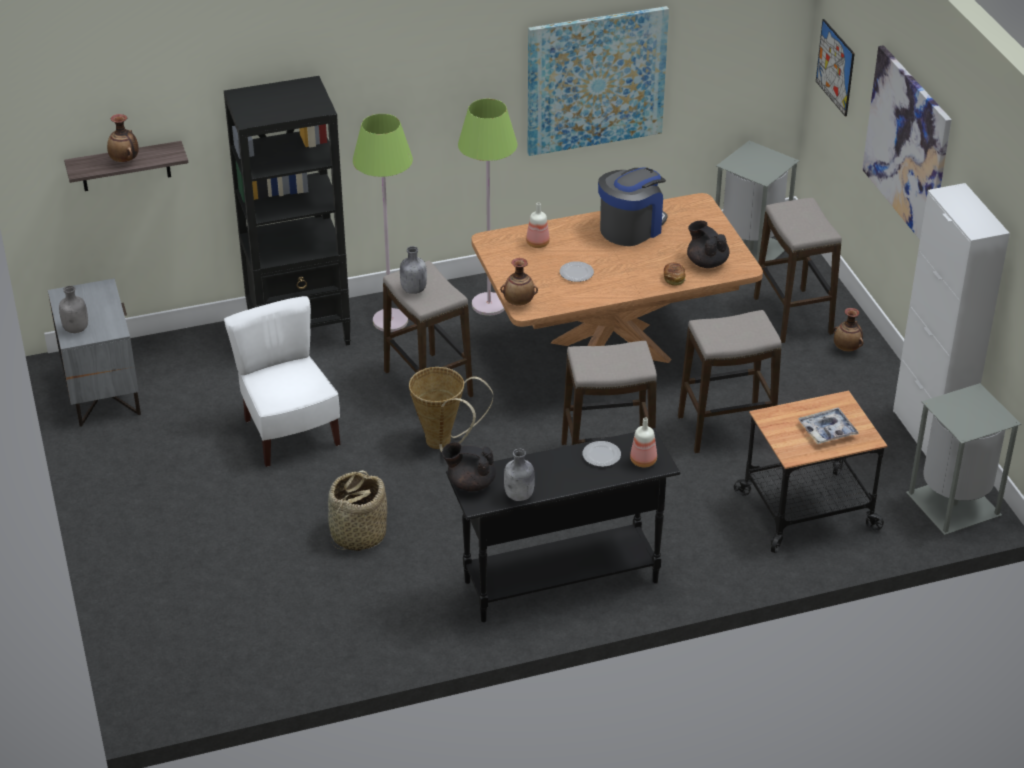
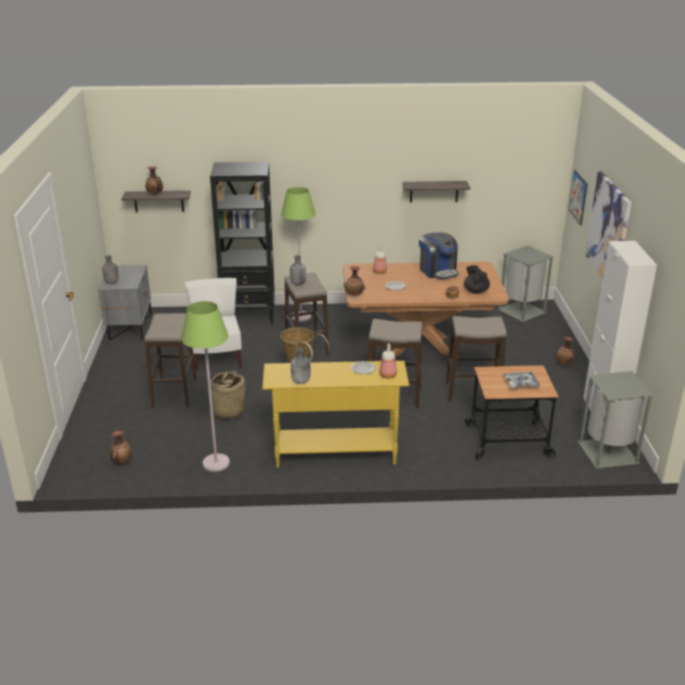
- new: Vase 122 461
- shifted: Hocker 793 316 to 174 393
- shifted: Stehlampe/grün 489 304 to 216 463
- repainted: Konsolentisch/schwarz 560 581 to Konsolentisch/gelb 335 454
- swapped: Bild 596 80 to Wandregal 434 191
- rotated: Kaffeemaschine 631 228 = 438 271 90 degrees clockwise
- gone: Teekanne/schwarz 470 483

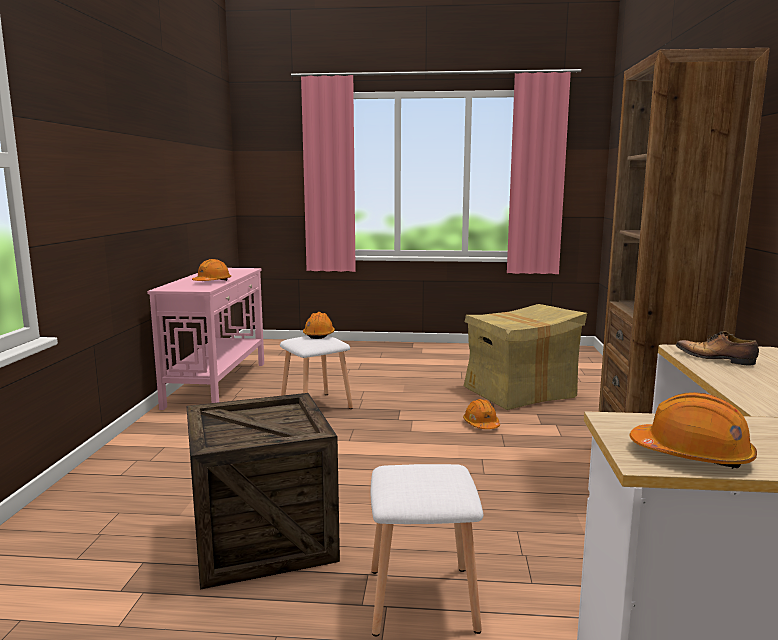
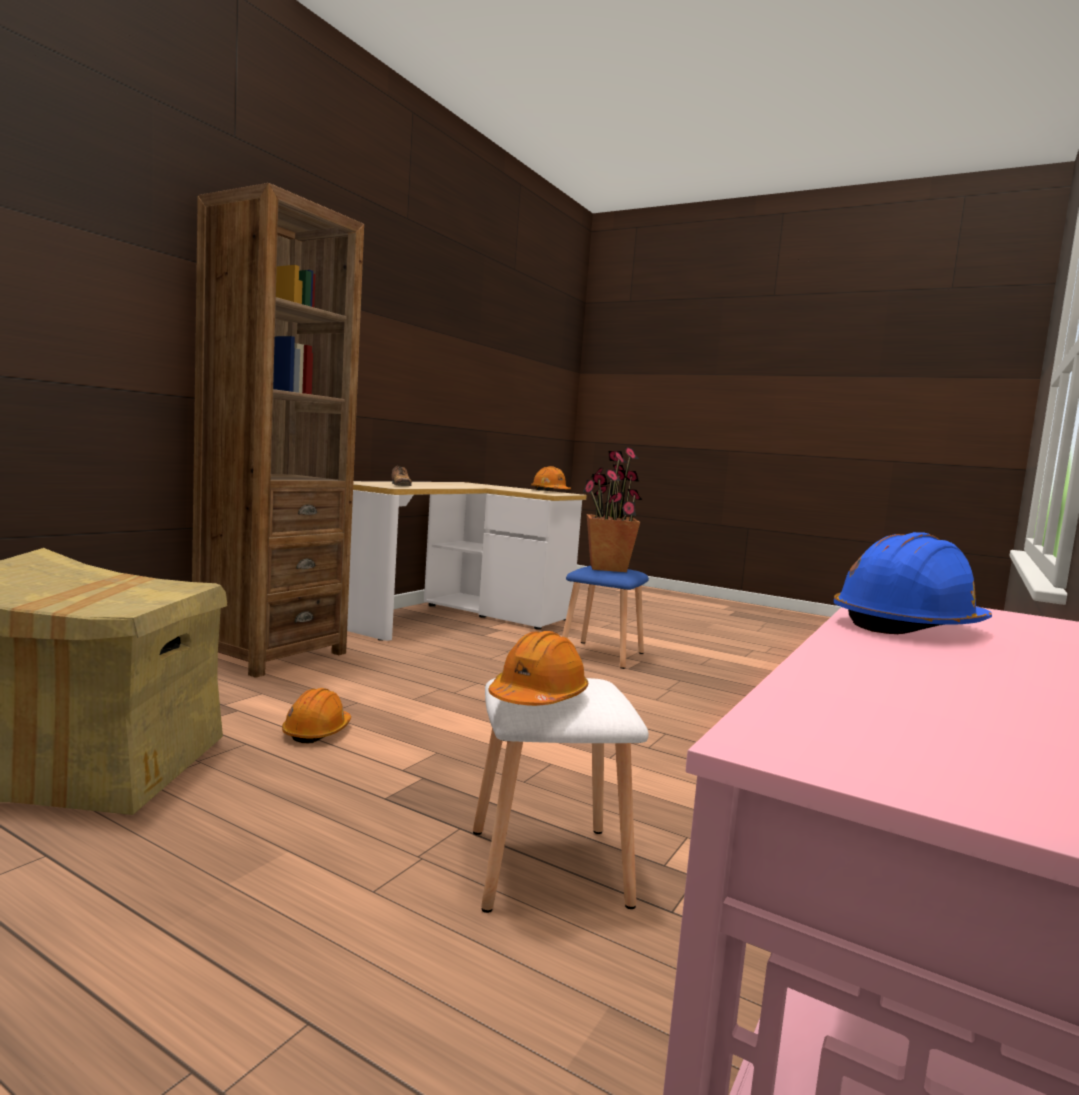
- repainted: Hocker/weiß 421 598 to Hocker/blau 602 655
- new: Topfpflanze 607 568
- repainted: Schutzhelm/orange 212 282 to Schutzhelm/blau 908 627
- gone: Kiste 262 538

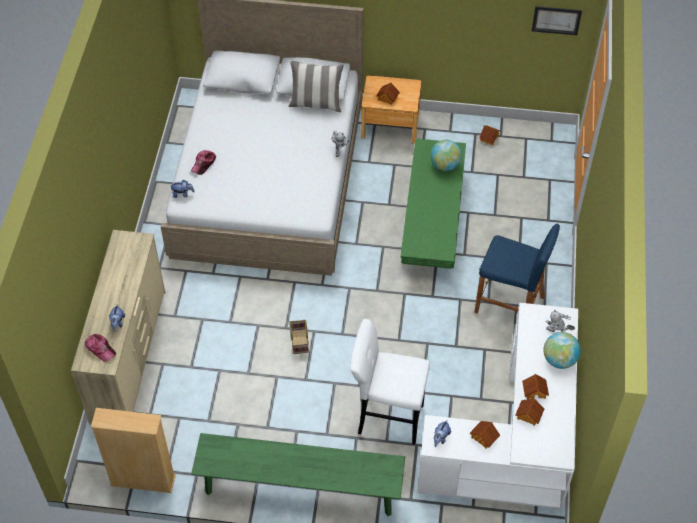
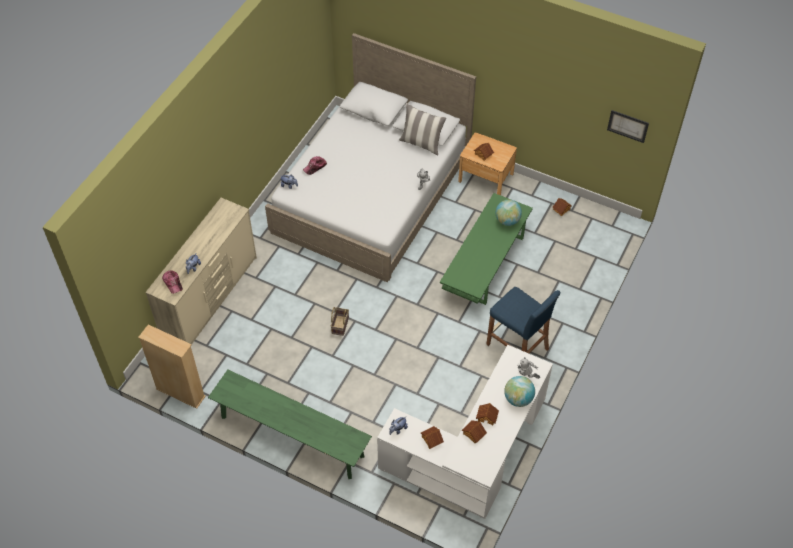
- gone: Hocker/weiß 387 418

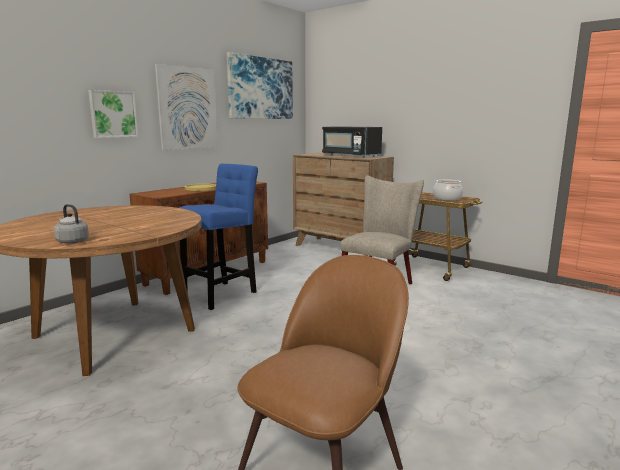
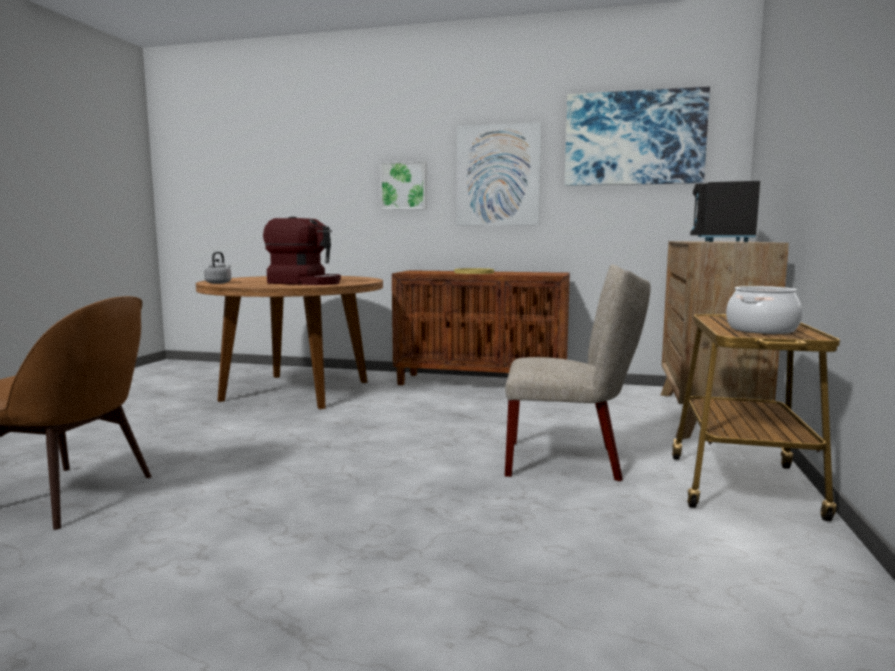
- new: Kaffeemaschine 305 283
- gone: Hocker/blau 223 294

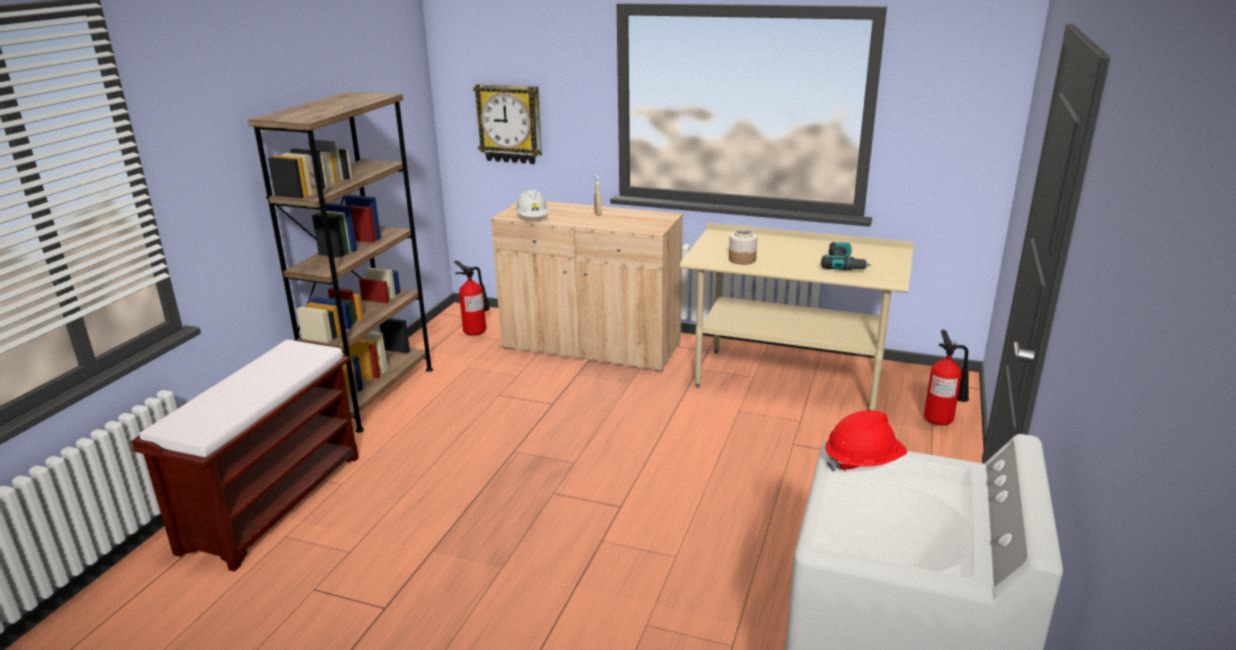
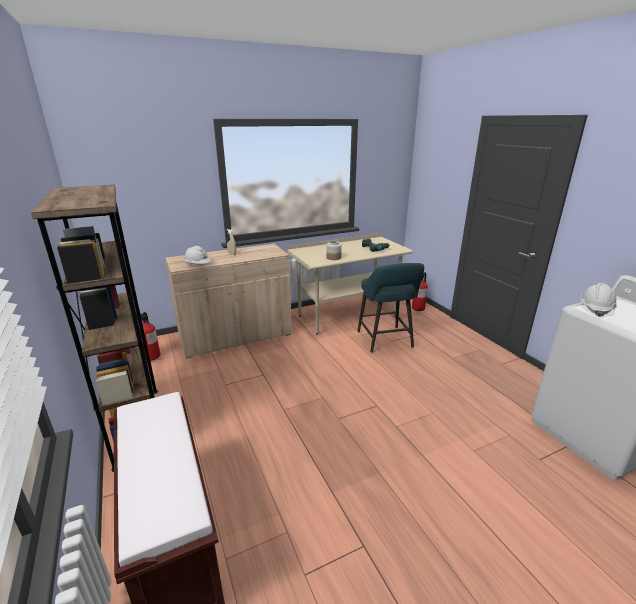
- new: Hocker/türkis 385 341
- repainted: Schutzhelm/rot 863 462 to Schutzhelm/weiß 594 309
- gone: Wanduhr 510 123

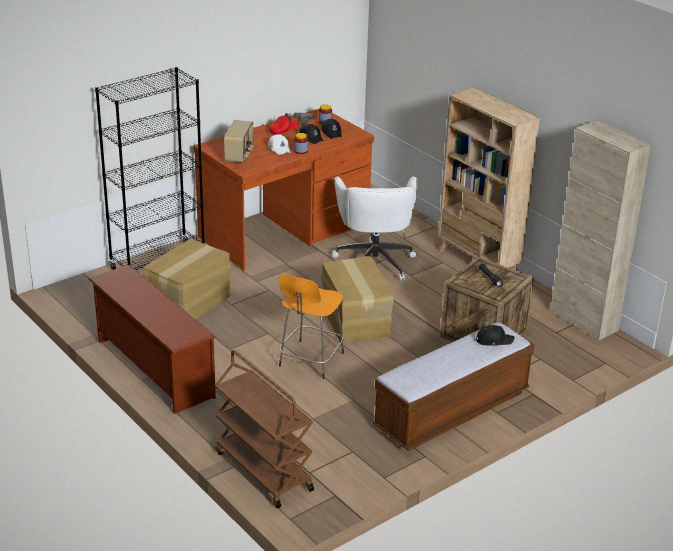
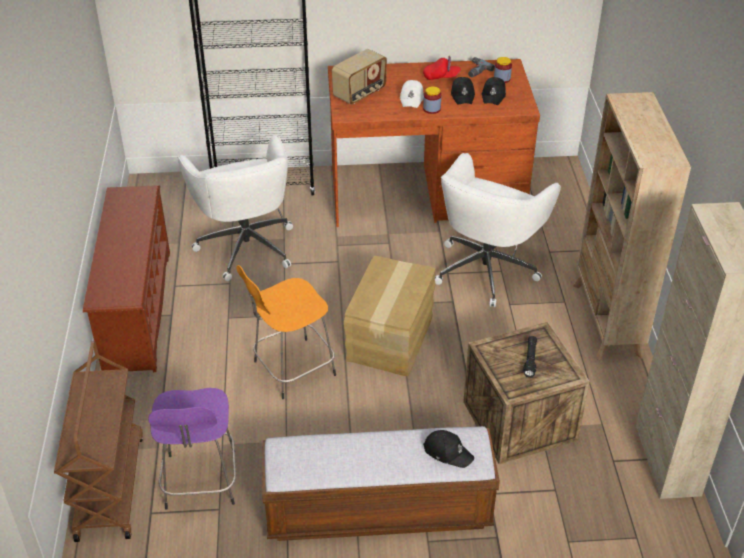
- new: Hocker/lila 200 482
- swapped: Karton 189 303 to Bürostuhl/weiß 246 245

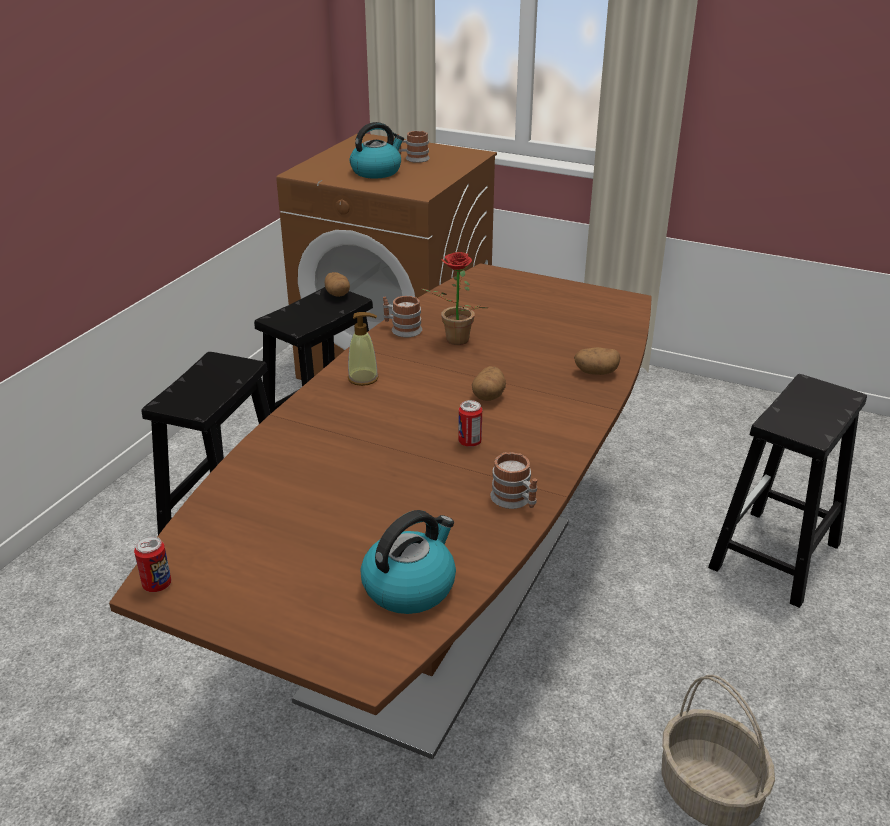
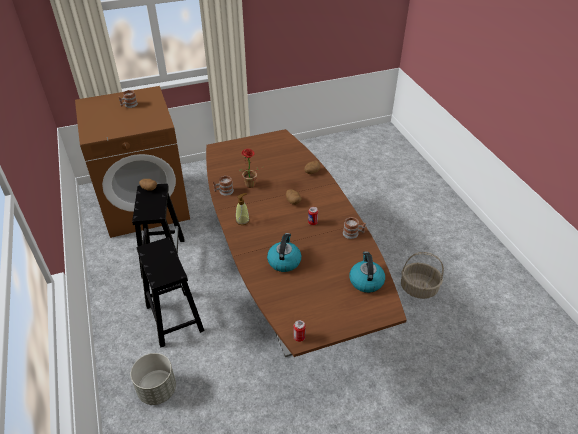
- new: Pflanzkübel/grau 157 390
- shifted: Wasserkessel 376 171 to 284 261
- gone: Hocker/schwarz 774 557

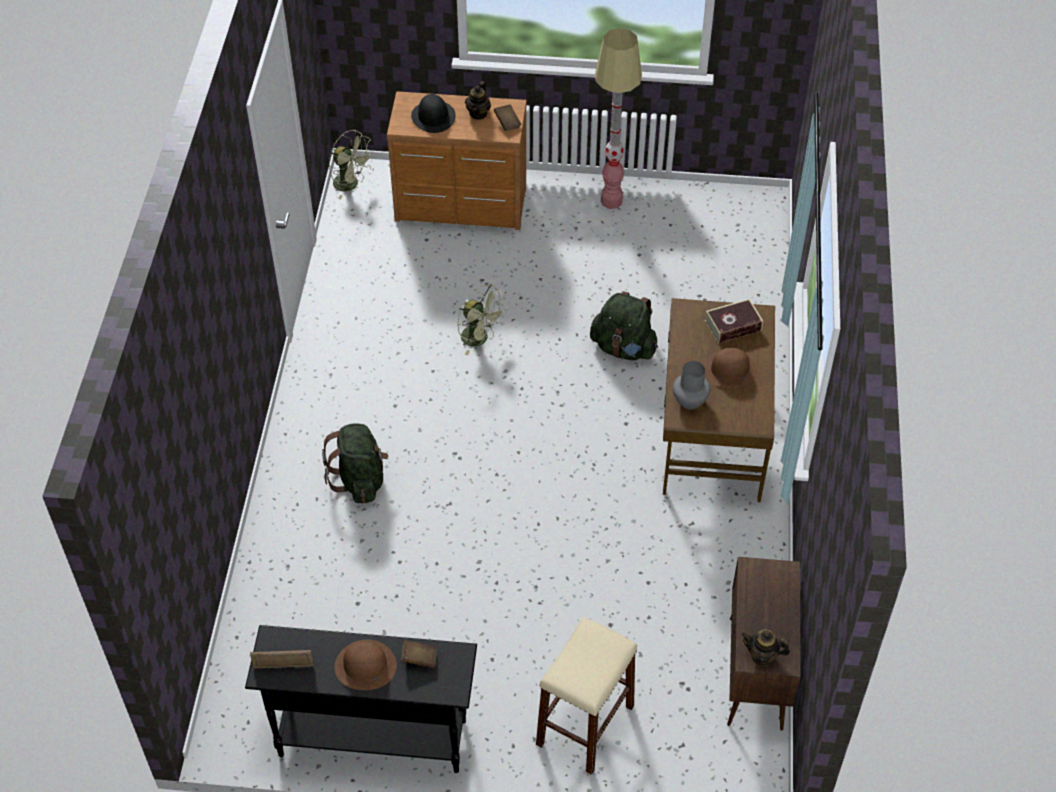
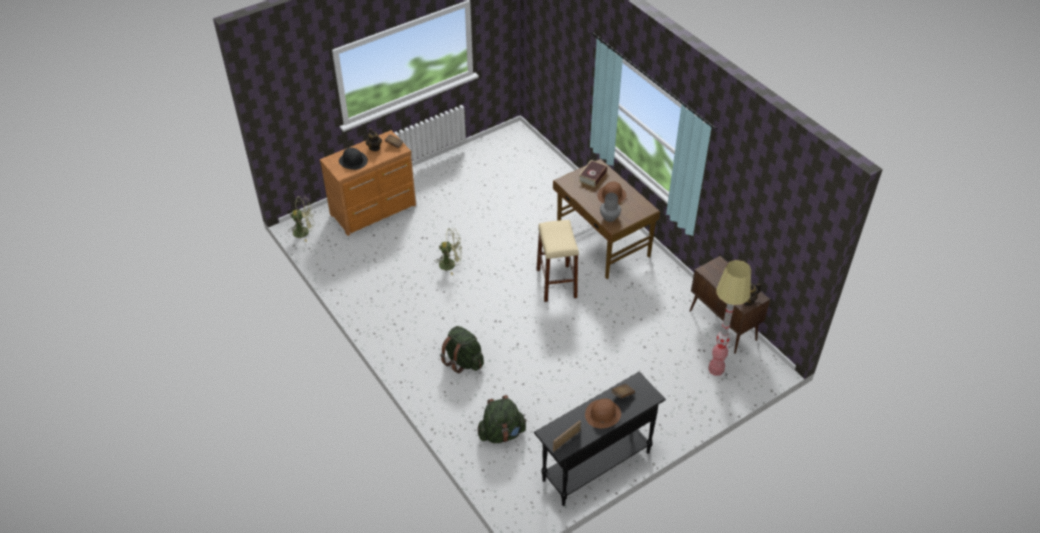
- shifted: Rucksack/grün 624 348 to 501 433
- shifted: Hocker/beige 585 725 to 556 283
- shifted: Stehlampe 611 201 to 716 369

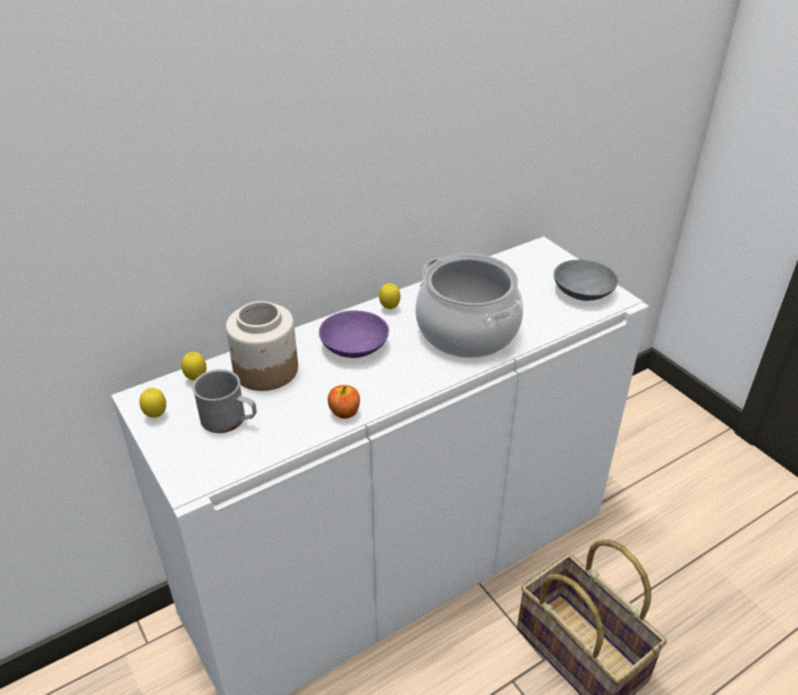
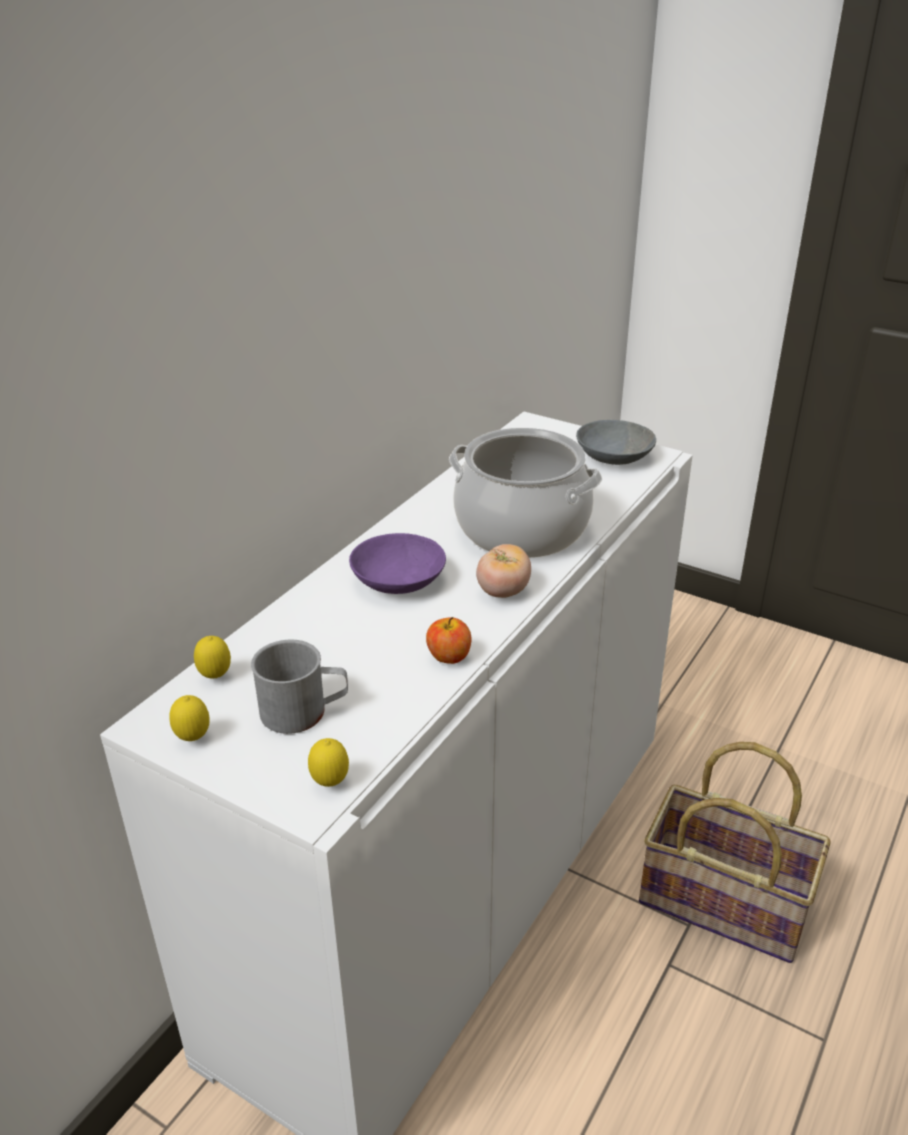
- shifted: Zitrone 389 308 to 330 783
- new: Tomate 503 591
- gone: Vorratsglas 265 370

